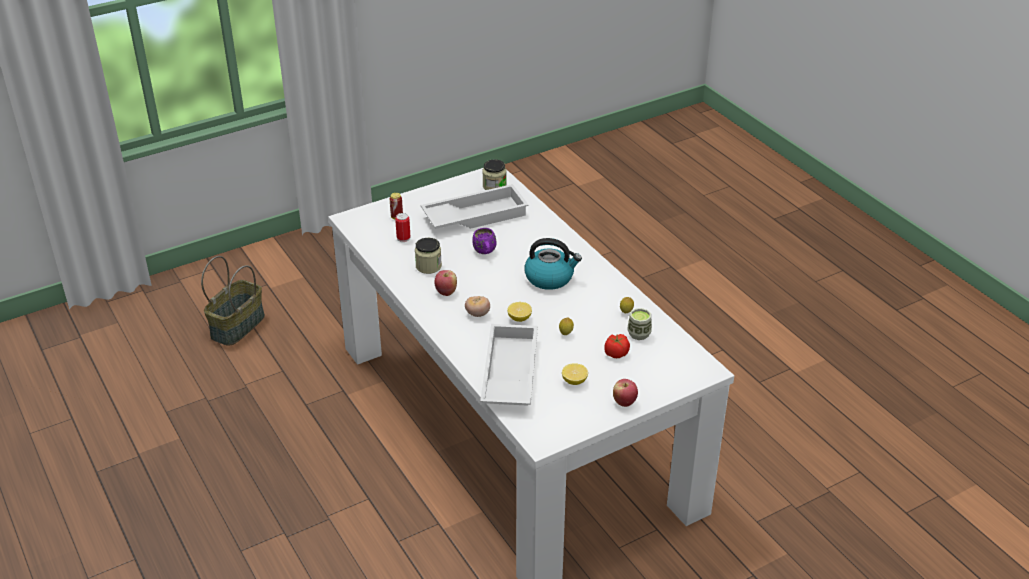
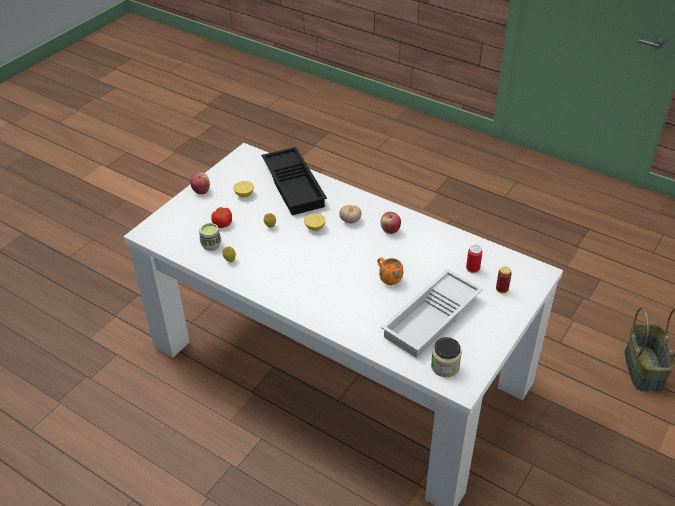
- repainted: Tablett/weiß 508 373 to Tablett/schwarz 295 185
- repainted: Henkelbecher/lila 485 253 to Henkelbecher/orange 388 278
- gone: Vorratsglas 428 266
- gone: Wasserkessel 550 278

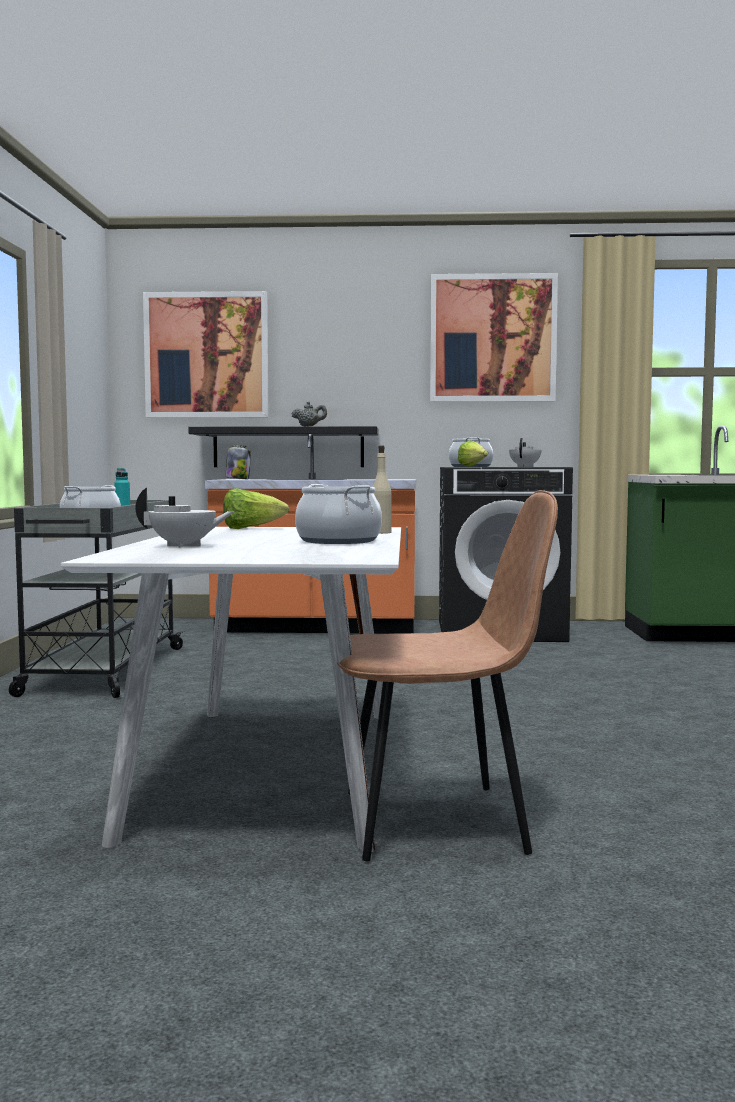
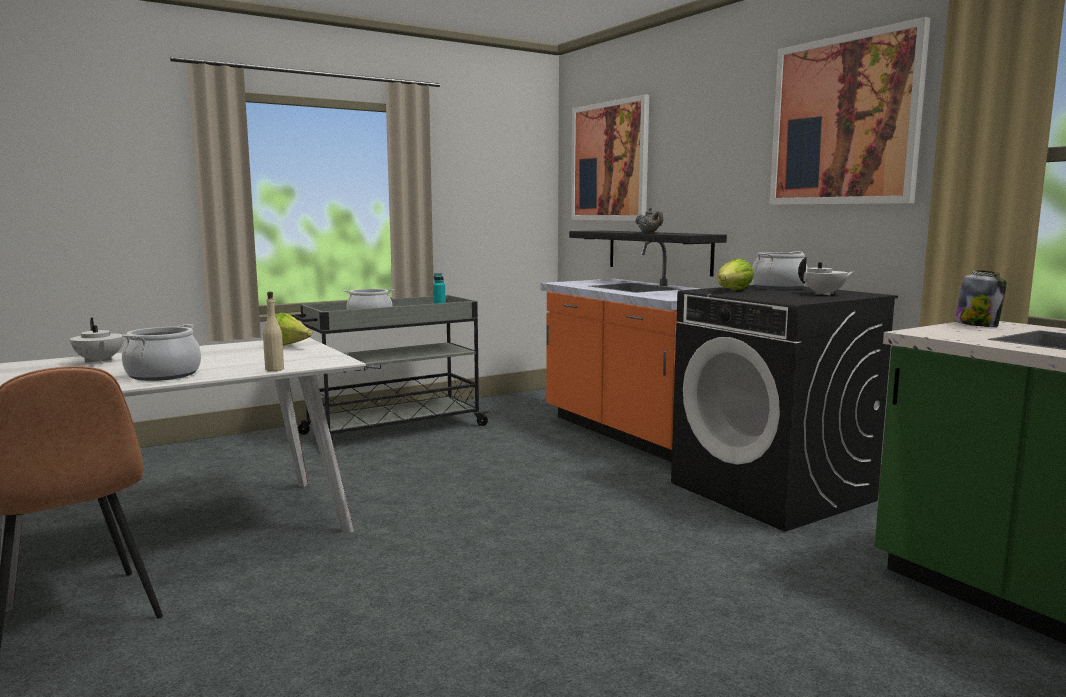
- shifted: Vorratsglas 237 479 to 977 325

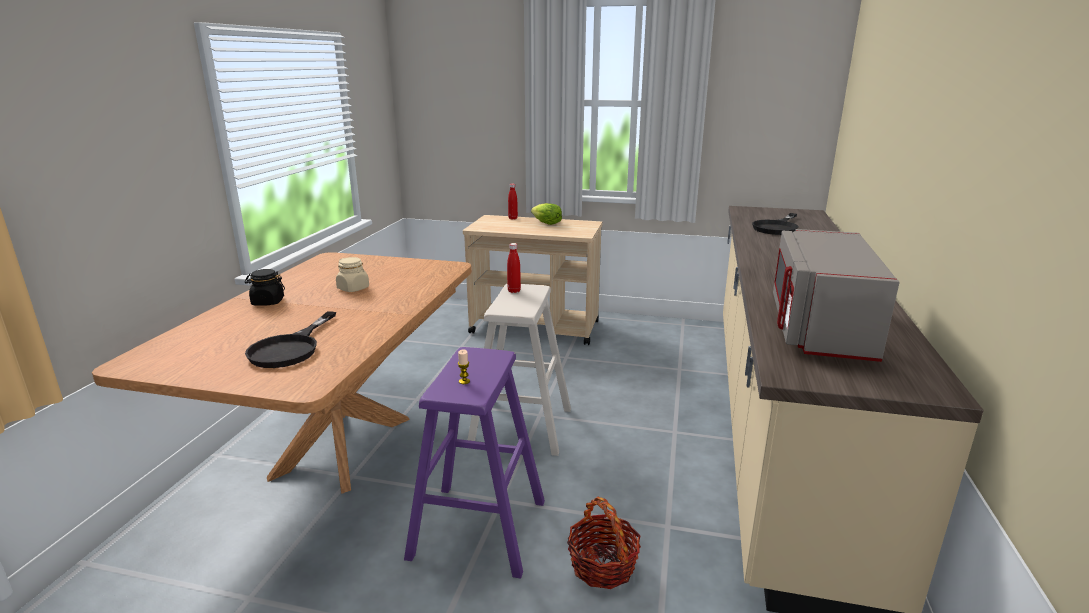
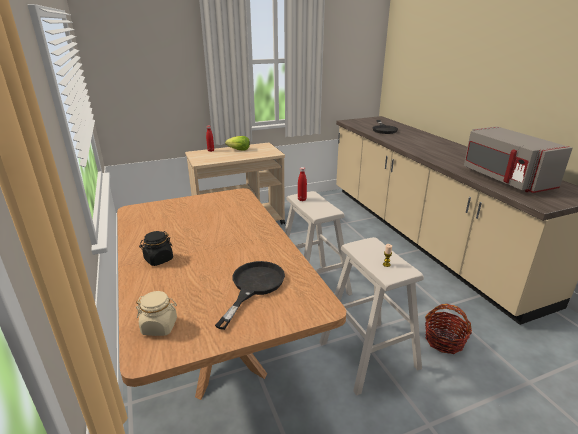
- shifted: Vorratsglas/beige 353 288 to 160 326
- rotated: Pfanne/schwarz 290 348 = 254 286 135 degrees counterclockwise
- repainted: Hocker/lila 478 529 to Hocker/beige 368 355

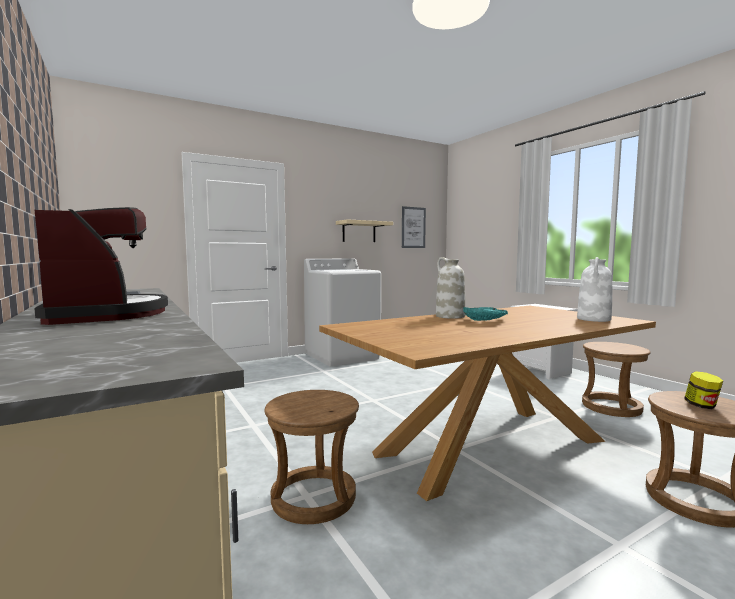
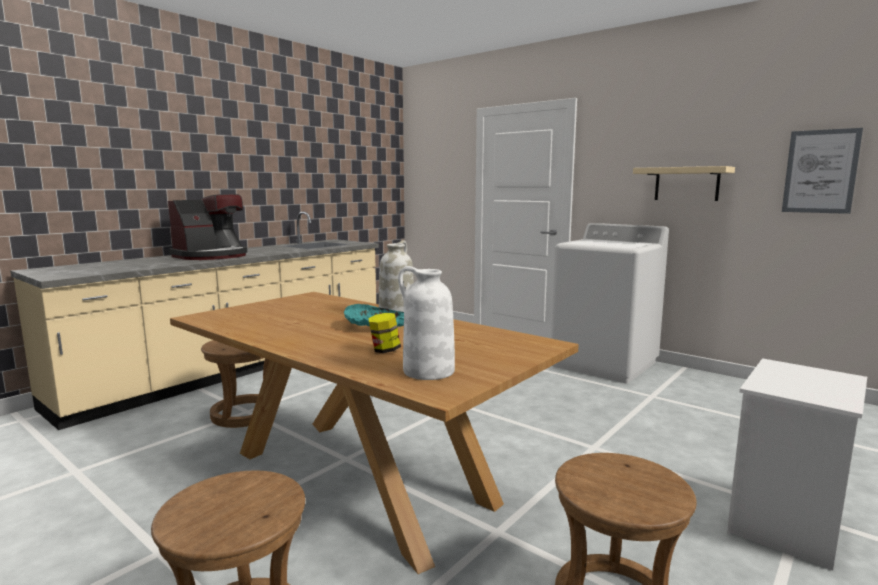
- shifted: Vorratsglas 701 406 to 385 350

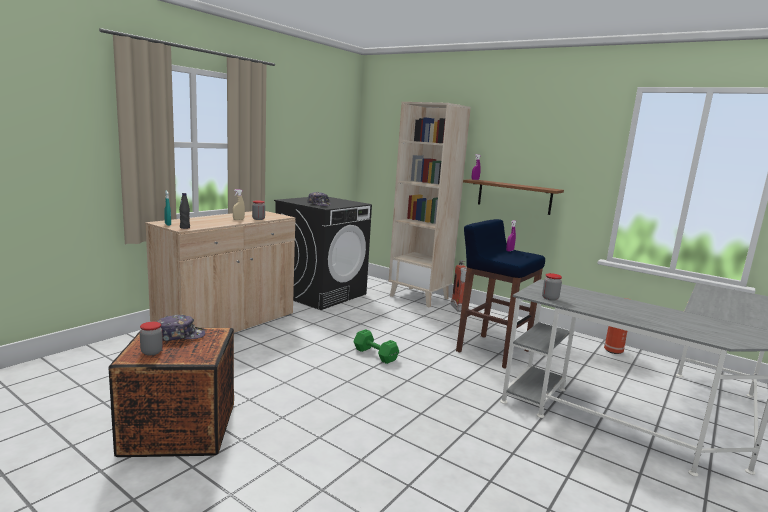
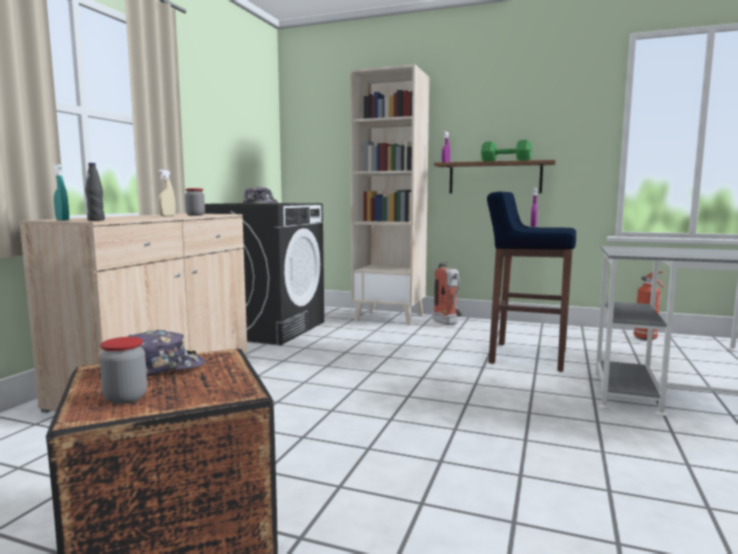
- shifted: Hantel/grün 374 354 to 504 161
- gone: Vorratsglas 550 298

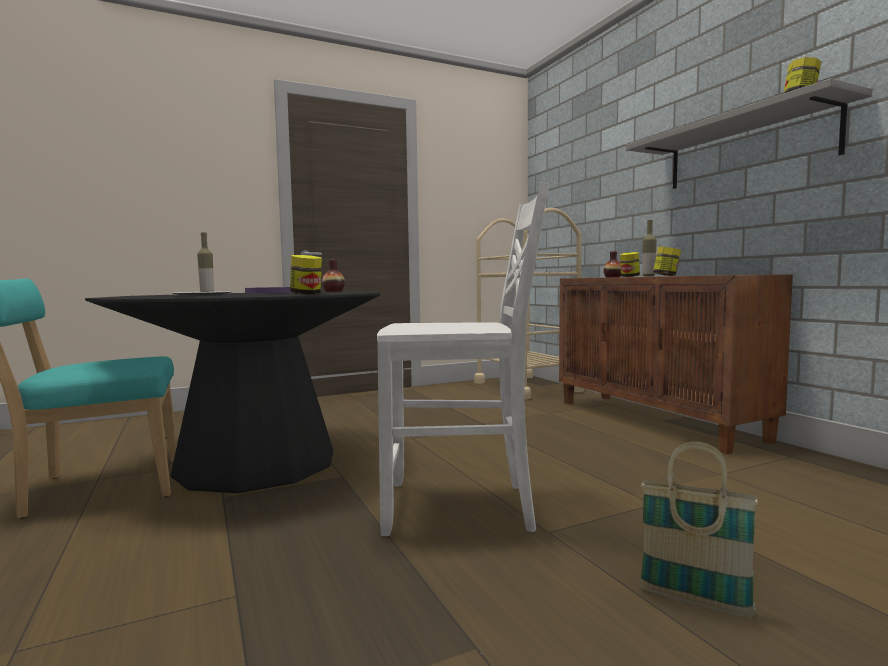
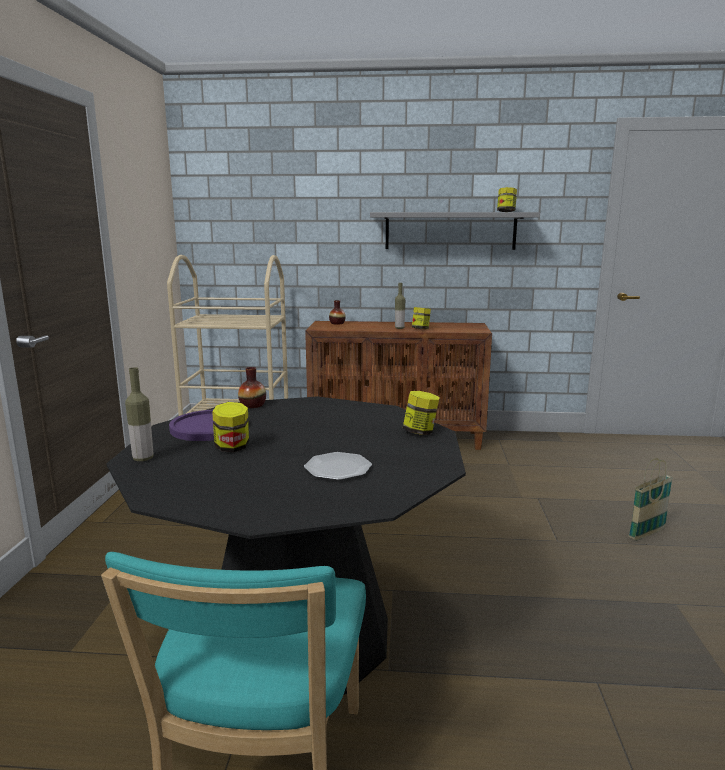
- shifted: Vorratsglas 629 277 to 232 448
- gone: Stuhl/weiß 461 507

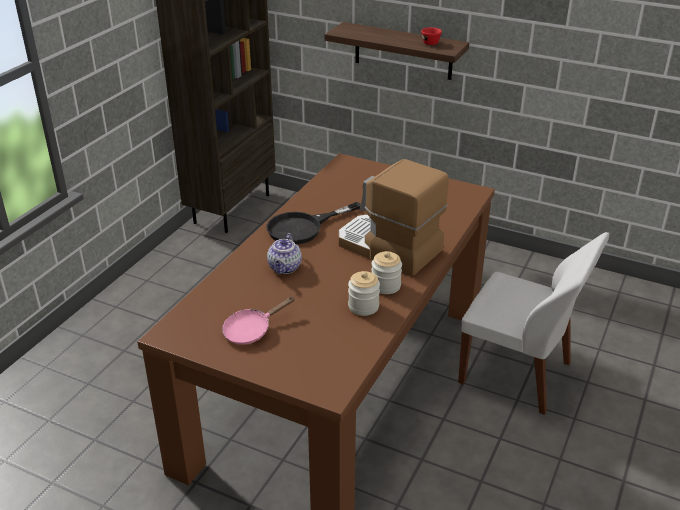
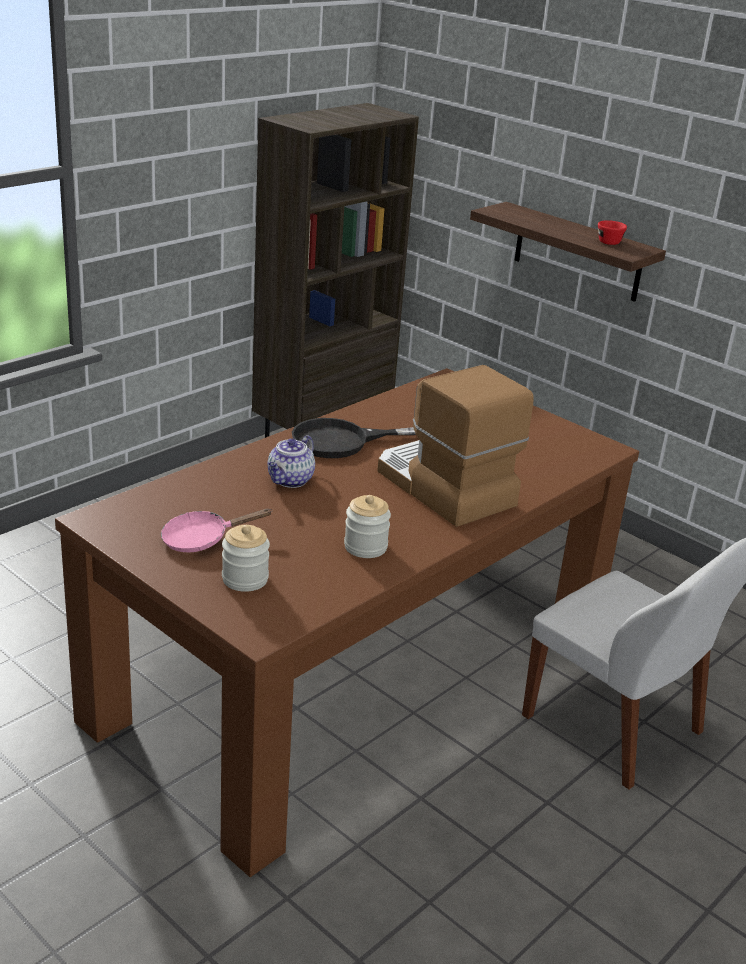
- shifted: Vorratsglas 386 286 to 245 579

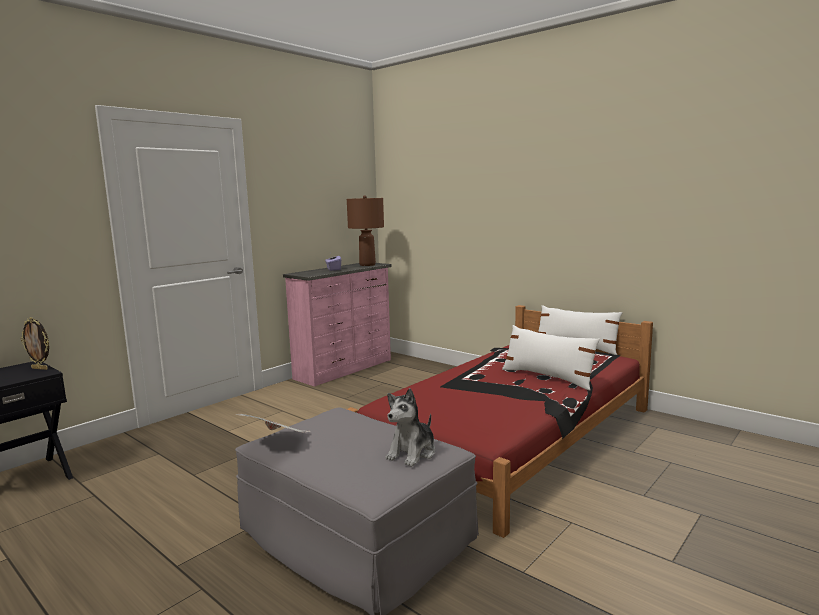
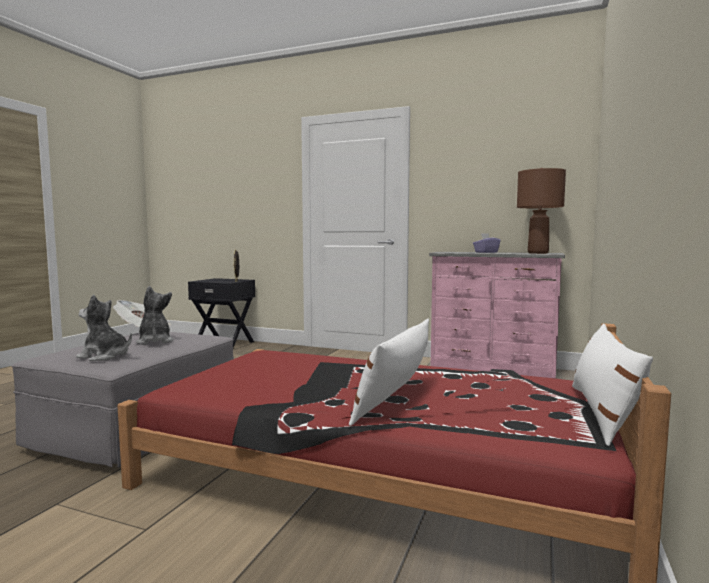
- new: Plüschtier 154 341

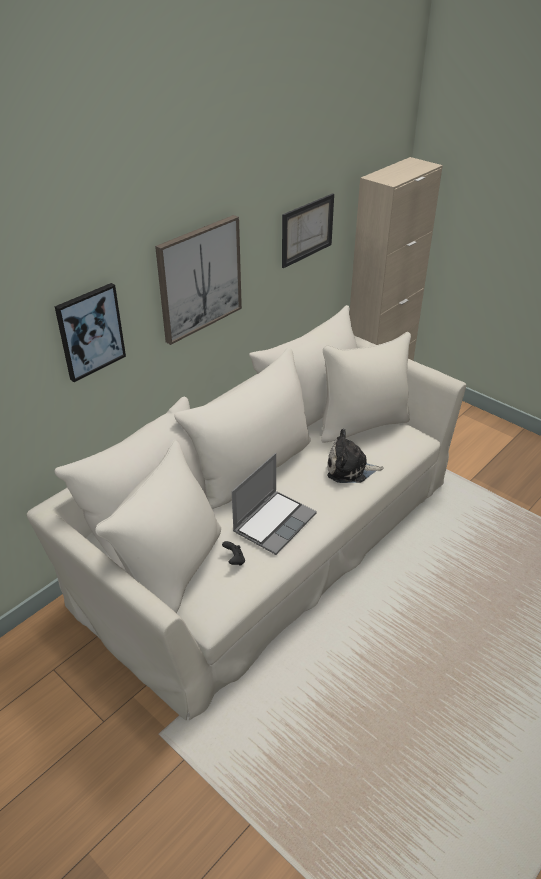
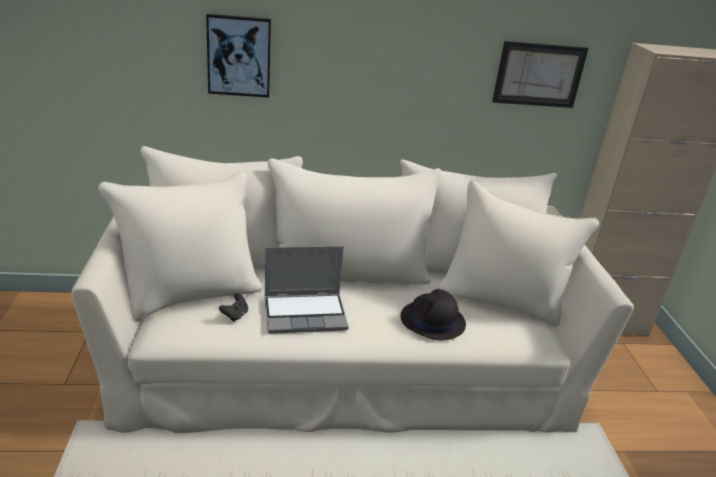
- swapped: Plüschtier 350 469 to Hut/schwarz 432 321
- gone: Bild 199 278

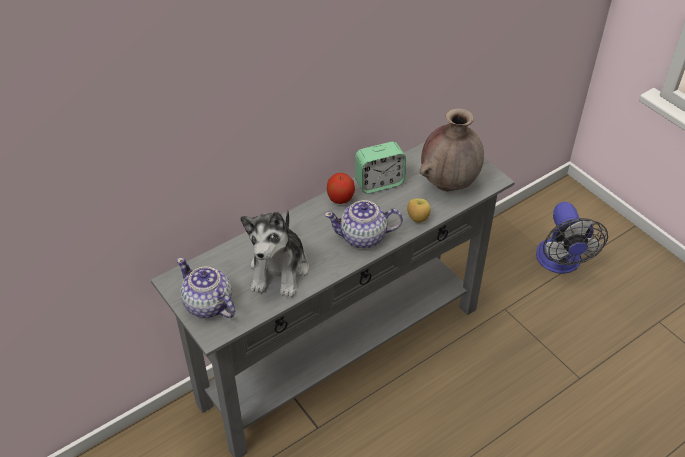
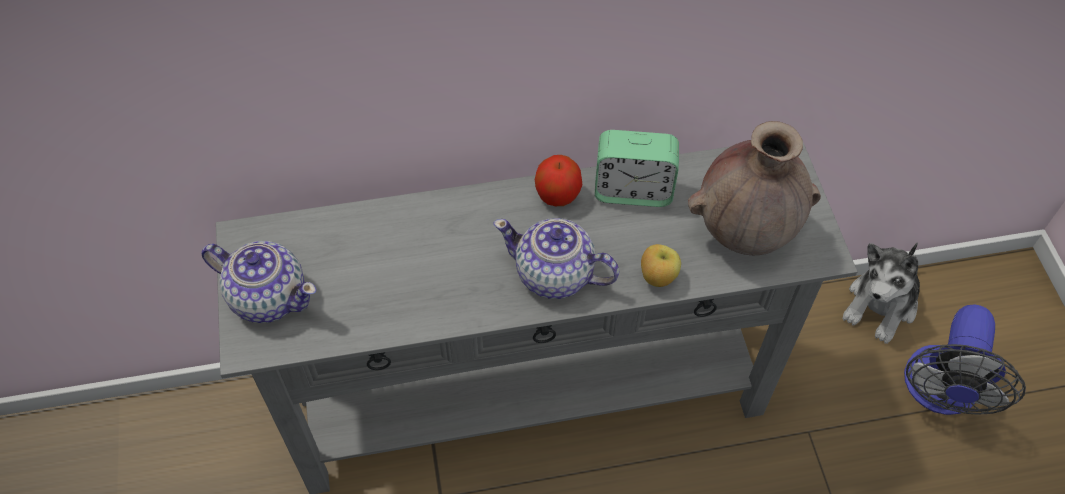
- rotated: Teekanne 208 304 = 268 296 135 degrees clockwise
- shifted: Plüschtier 279 270 to 881 305

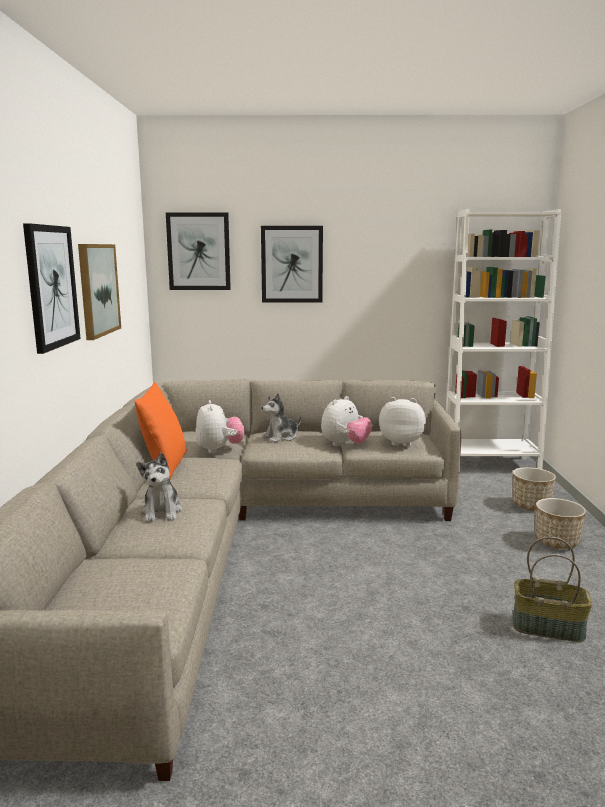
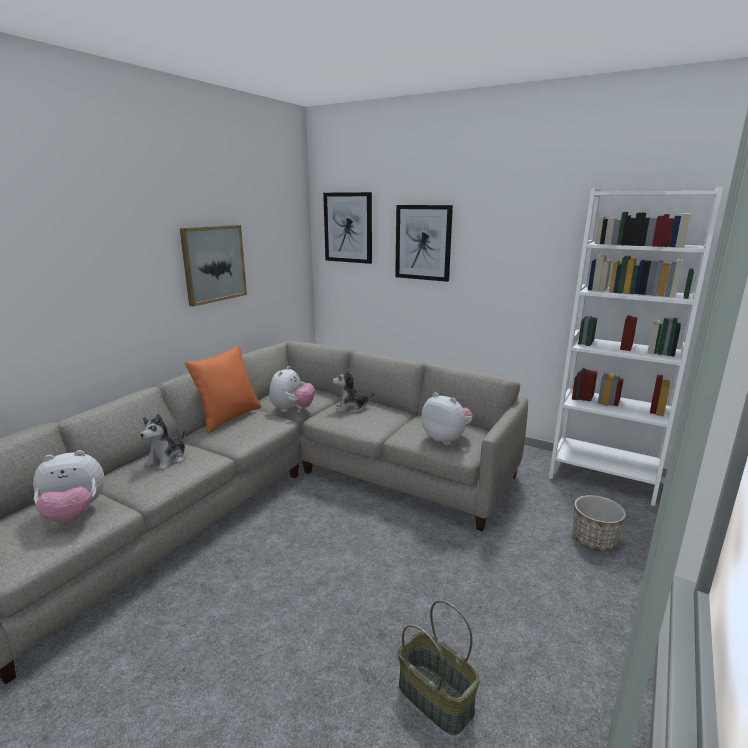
- shifted: Plüschtier 345 445 to 74 514
- gone: Bild 51 286
- gone: Pflanzkübel 556 542

